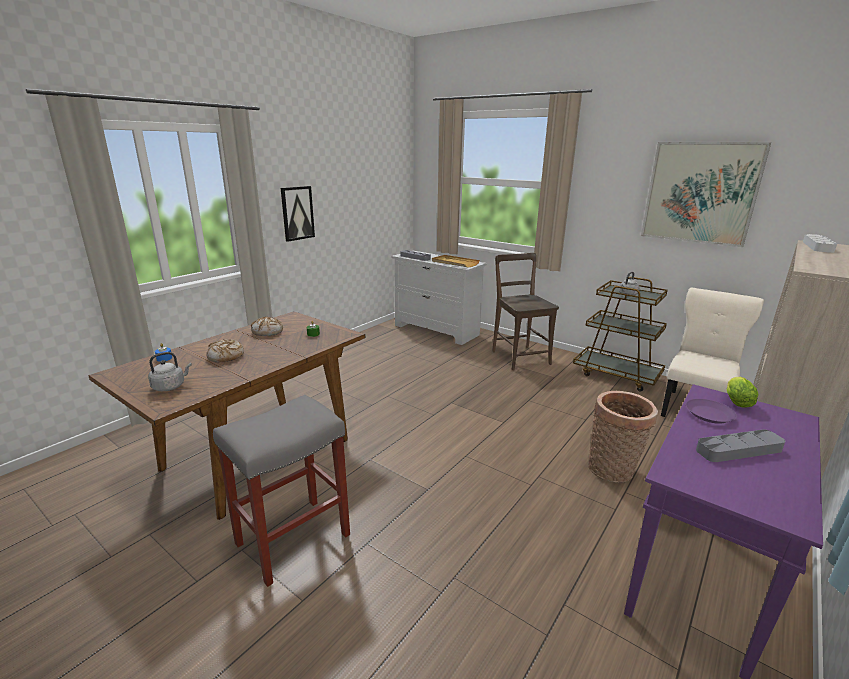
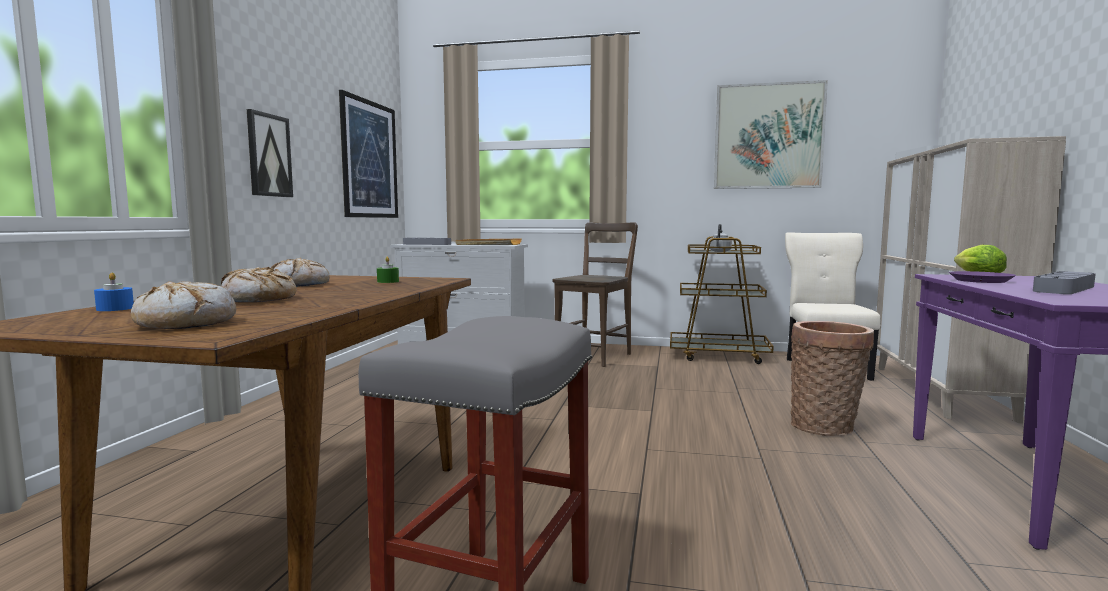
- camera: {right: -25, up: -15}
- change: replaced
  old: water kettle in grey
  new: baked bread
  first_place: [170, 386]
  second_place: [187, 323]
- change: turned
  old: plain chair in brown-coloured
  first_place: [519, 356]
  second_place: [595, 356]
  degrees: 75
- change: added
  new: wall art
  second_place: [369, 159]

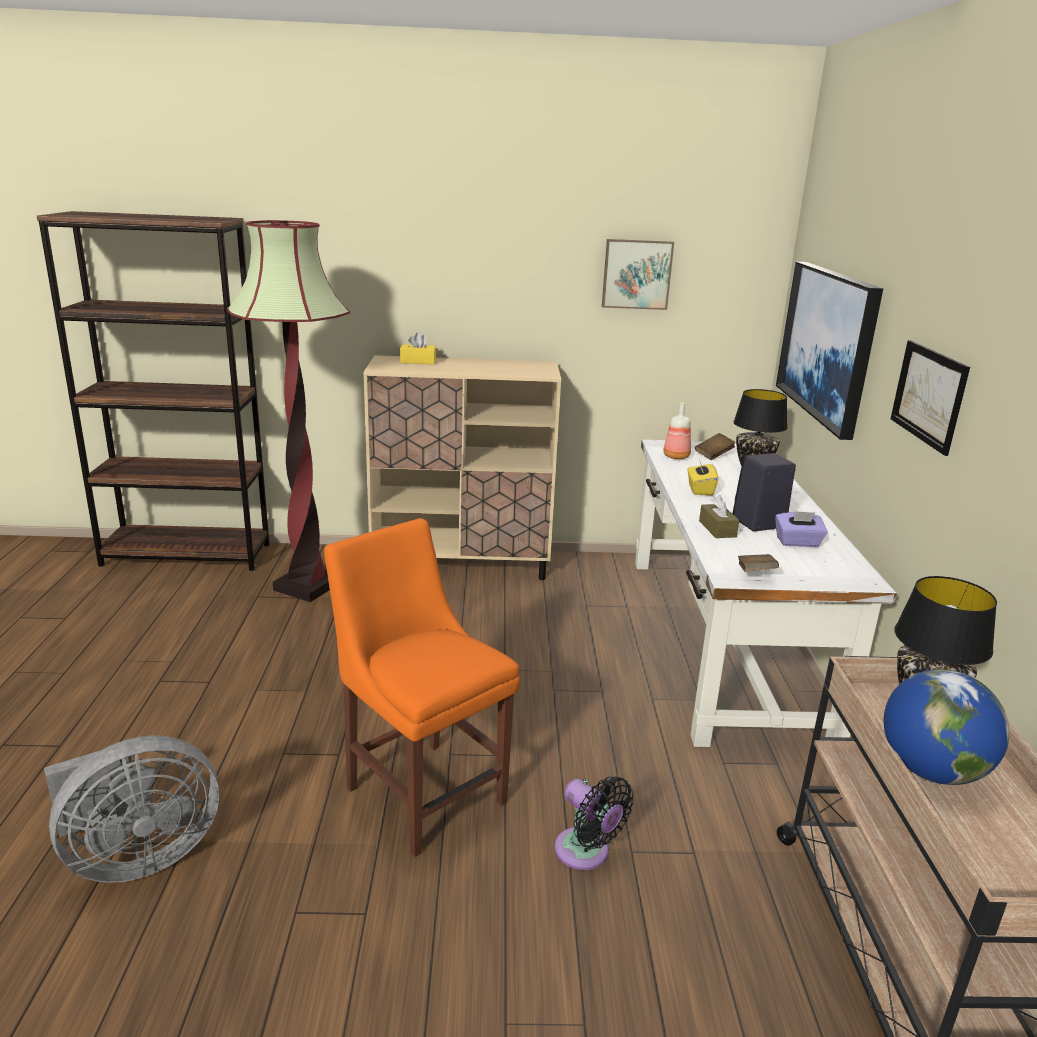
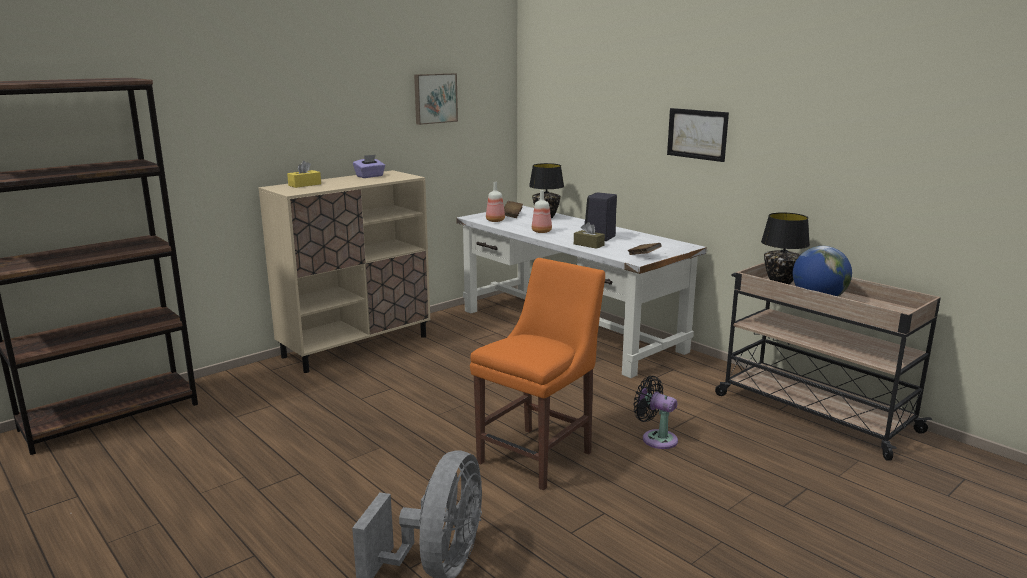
- camera: {right: -40, up: -5}
- change: removed
  old: standard lamp
  first_place: [307, 586]
- change: turned
  old: plain chair in orange-coloured
  first_place: [422, 790]
  second_place: [539, 455]
  degrees: 120
- change: turned
  old: cooling fan in black
  first_place: [586, 853]
  second_place: [656, 438]
  degrees: -150
- change: replaced
  old: tissue box in yellowish
  new: bottle
  first_place: [700, 489]
  second_place: [542, 231]
- change: moved
  old: tissue box in purple-coloured
  first_place: [798, 542]
  second_place: [370, 176]
- change: removed
  old: wall art
  first_place: [828, 344]

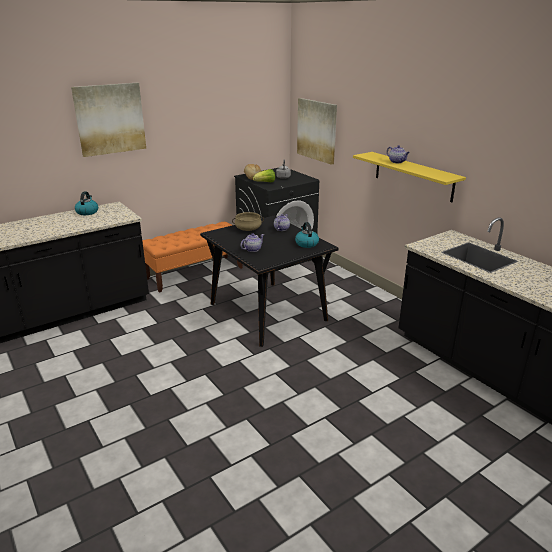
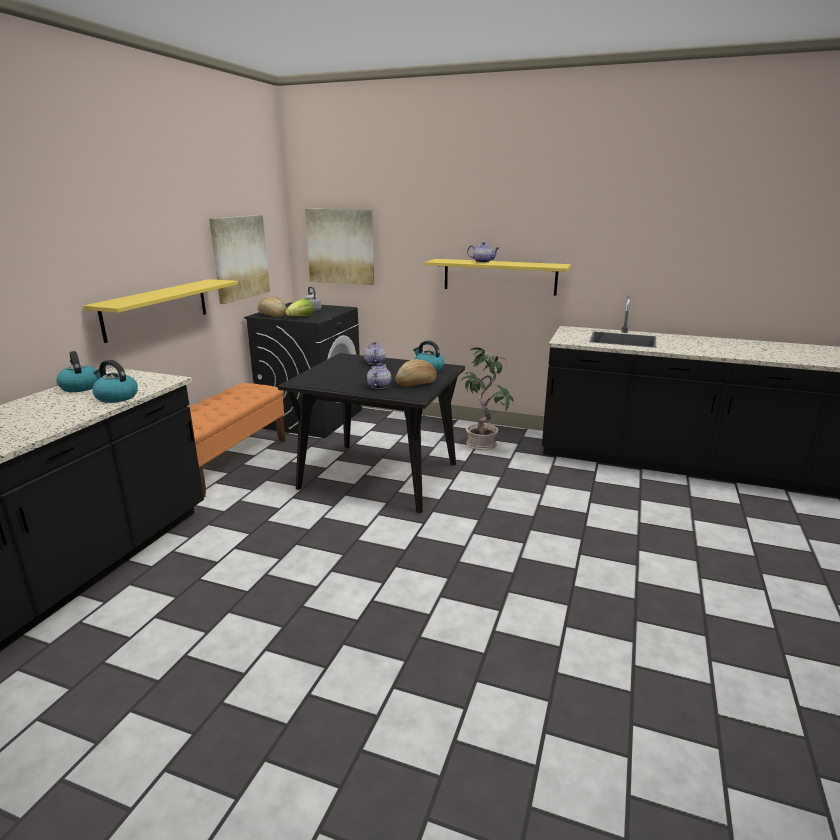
- camera: {right: -35, up: -5}
- change: moved
  old: wall art
  first_place: [110, 119]
  second_place: [239, 258]
- change: removed
  old: saucepot in beige-coloured
  first_place: [248, 229]
- change: added
  new: wall shelf in yellowish
  second_place: [156, 309]
- change: added
  new: water kettle
  second_place: [116, 397]
- change: added
  new: baked bread
  second_place: [416, 383]
- change: added
  new: potted plant
  second_place: [483, 444]

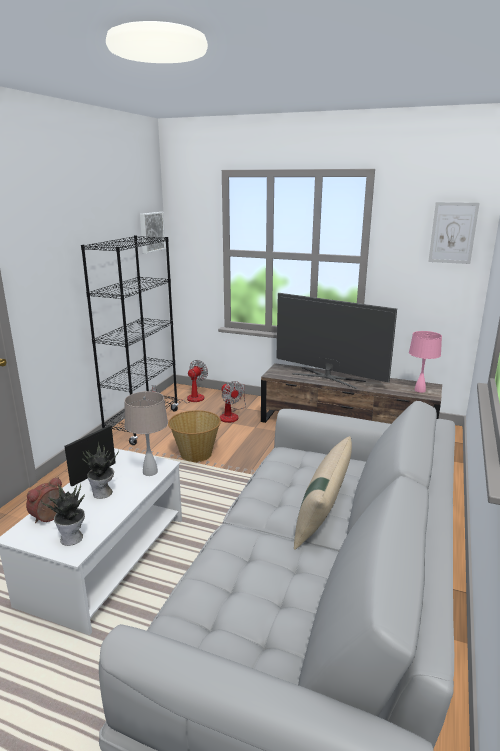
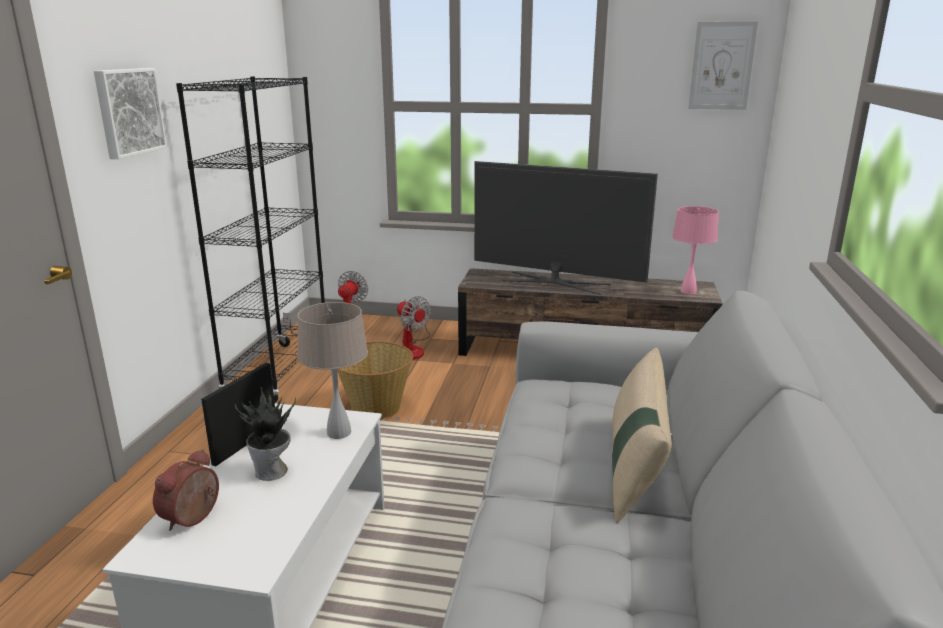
- camera: {right: -10, up: 0}
- change: removed
  old: potted plant
  first_place: [73, 538]
- change: moved
  old: wall art
  first_place: [151, 232]
  second_place: [128, 112]

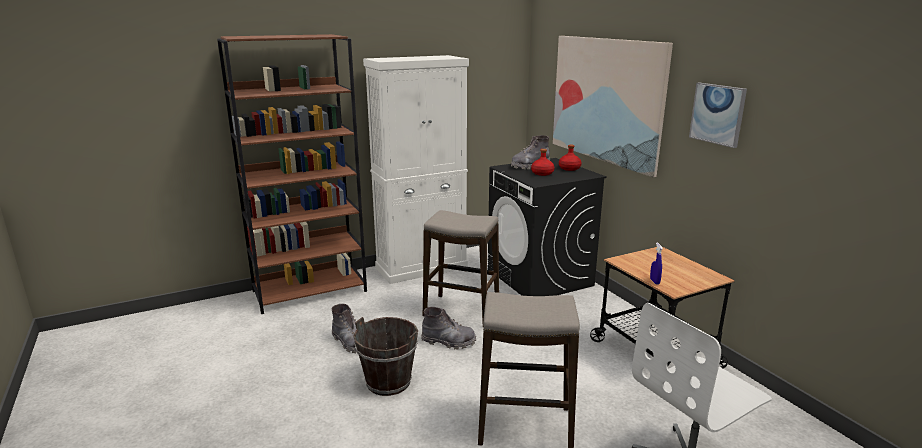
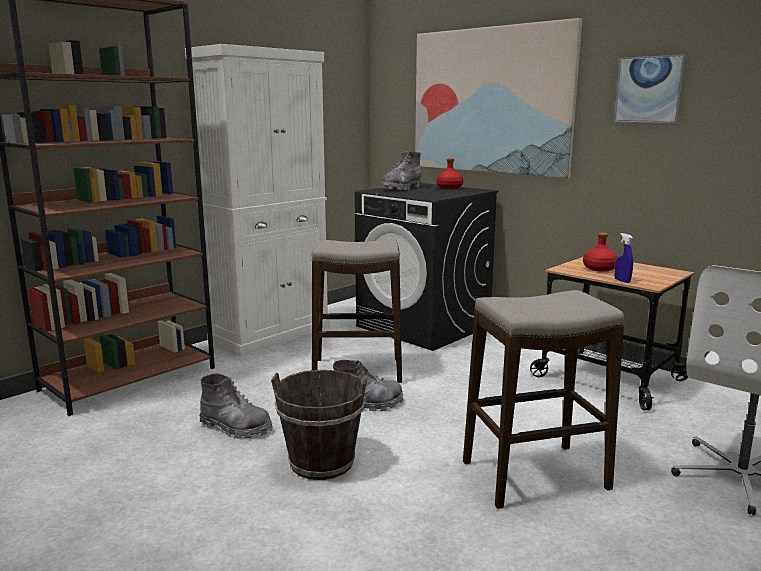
- camera: {right: -20, up: -5}
- change: moved
  old: bottle in red-coloured
  first_place: [542, 173]
  second_place: [599, 268]

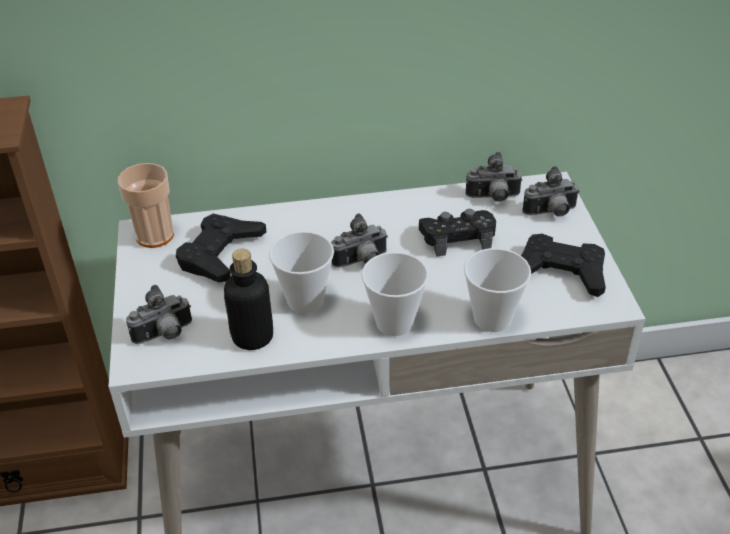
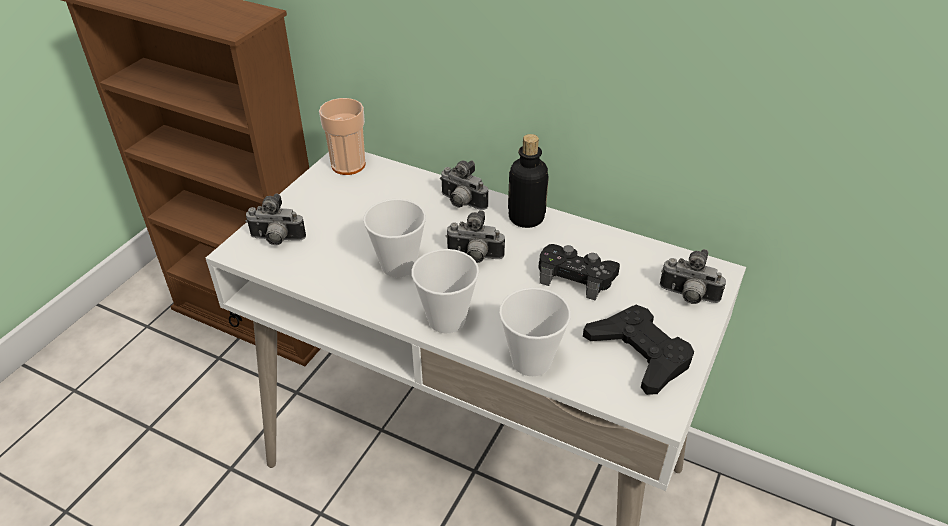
- camera: {right: 35, up: 0}
- change: removed
  old: joypad in black
  first_place: [220, 253]
- change: moved
  old: bottle
  first_place: [252, 336]
  second_place: [526, 218]
- change: moved
  old: still camera
  first_place: [493, 198]
  second_place: [461, 203]

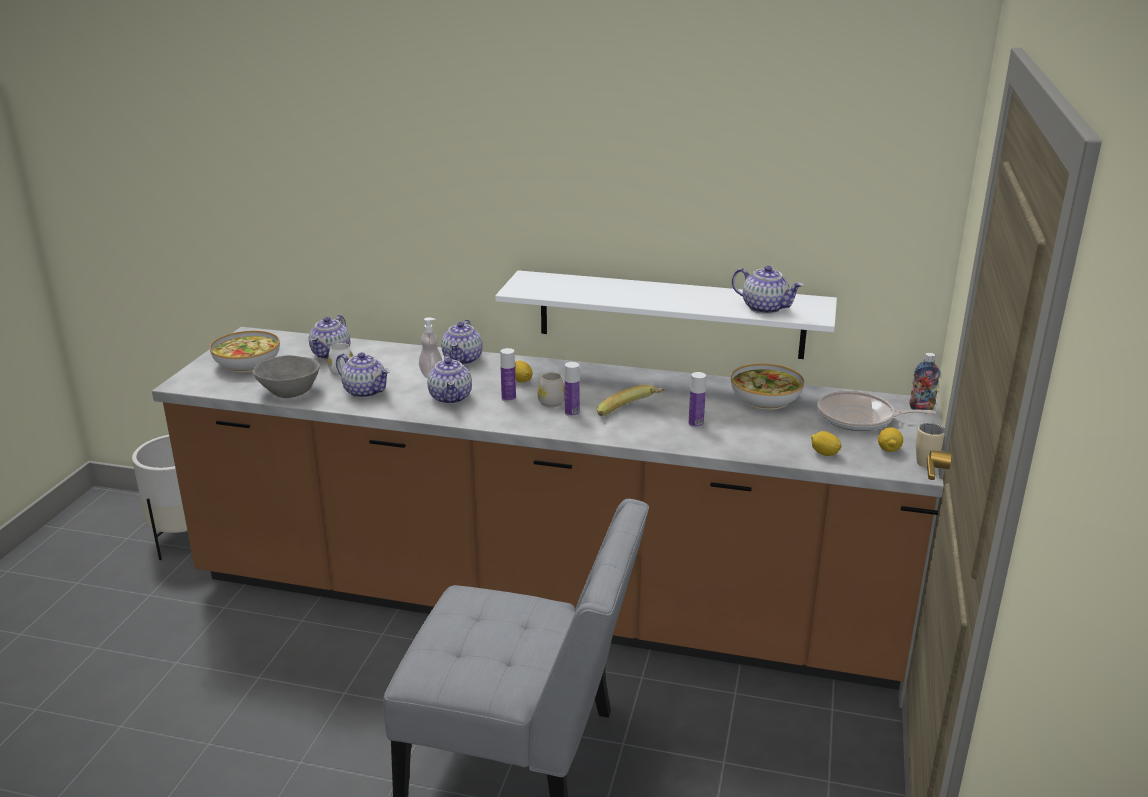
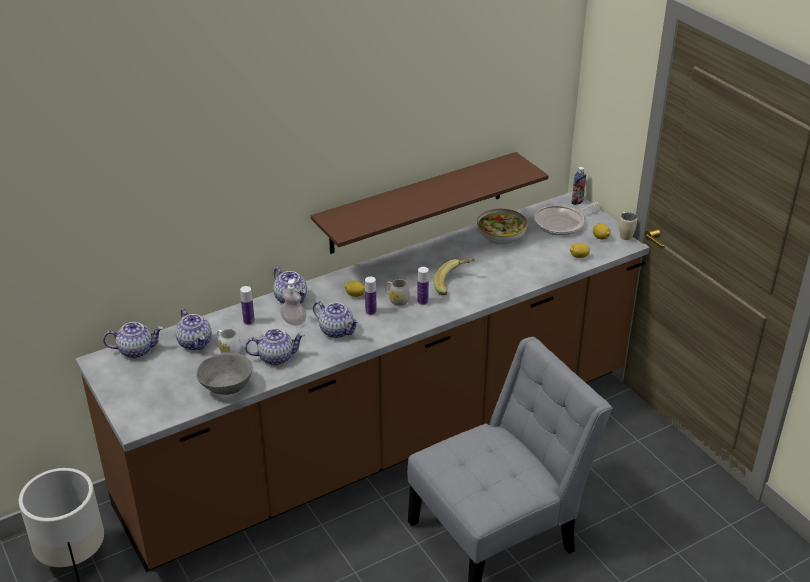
- camera: {right: -45, up: 10}
- change: removed
  old: deep dish
  first_place: [247, 363]
- change: recoloured
  old: wall shelf in whitish
  new: wall shelf in brown-coloured
  first_place: [670, 314]
  second_place: [417, 203]
- change: moved
  old: bottle
  first_place: [696, 424]
  second_place: [249, 321]
- change: moved
  old: teapot
  first_place: [765, 308]
  second_place: [136, 350]

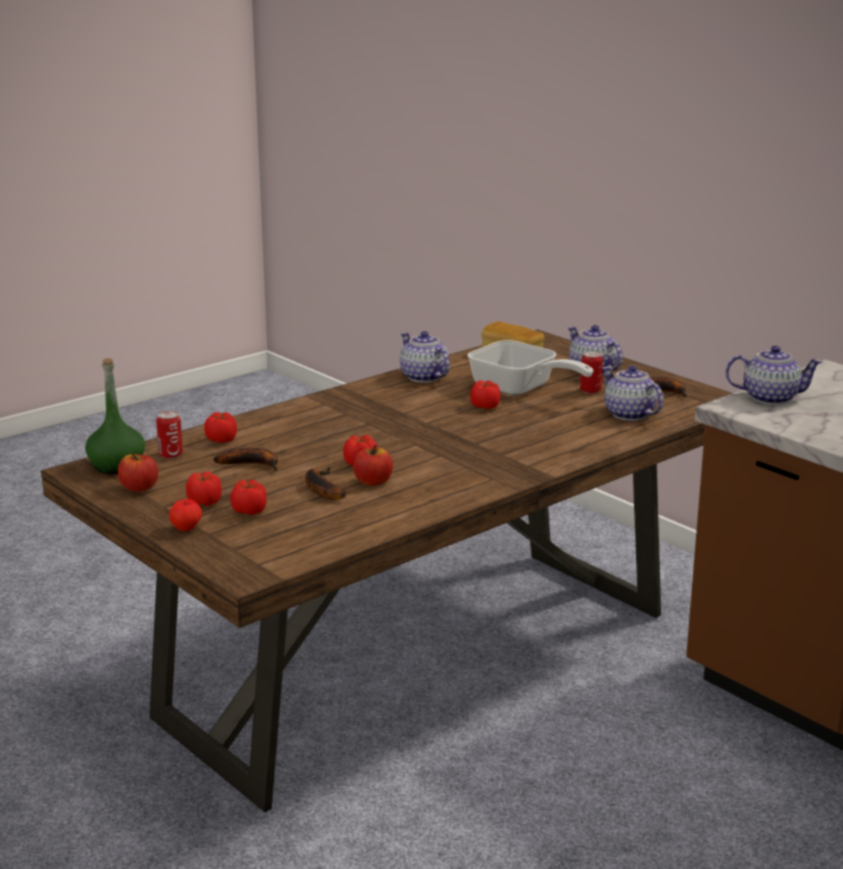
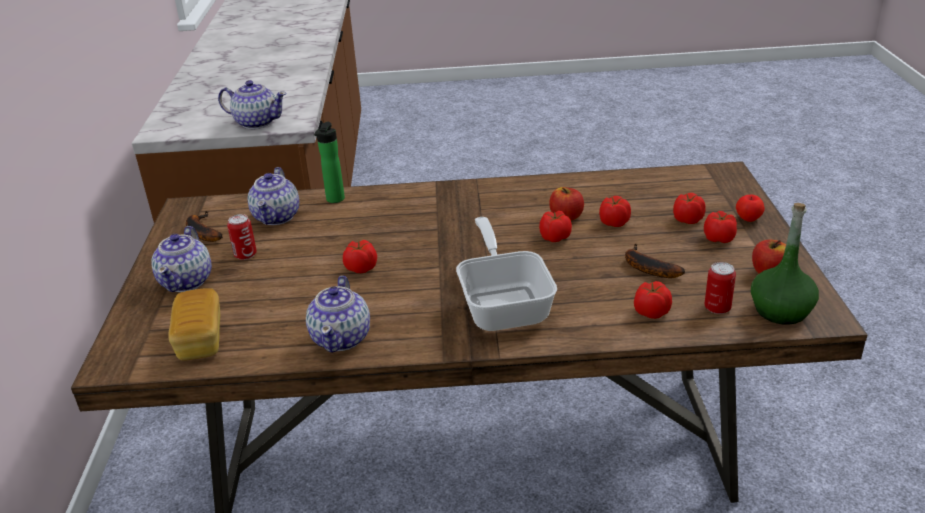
- camera: {right: -140, up: 10}
- change: replaced
  old: banana
  new: whole tomato
  first_place: [321, 489]
  second_place: [613, 223]
- change: moved
  old: skillet
  first_place: [519, 389]
  second_place: [504, 304]
- change: turned
  old: teapot
  first_place: [770, 398]
  second_place: [256, 122]
  degrees: 150
- change: added
  new: bottle
  second_place: [334, 200]

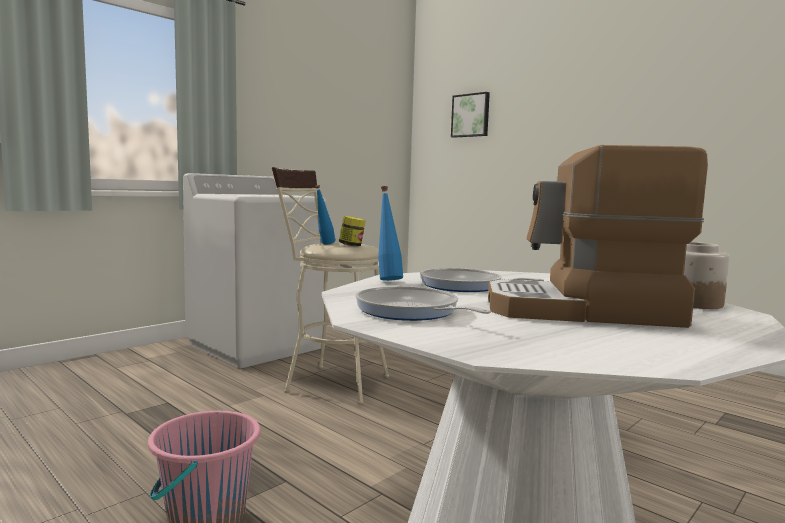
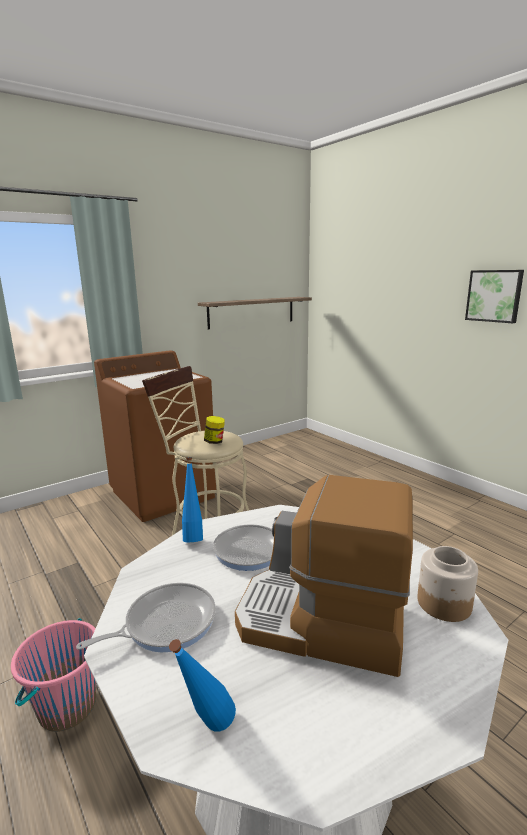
- camera: {right: 10, up: 10}
- change: recoloured
  old: washing machine in whitish
  new: washing machine in brown-coloured
  first_place: [257, 346]
  second_place: [164, 494]
- change: moved
  old: bottle in blue-coloured
  first_place: [324, 244]
  second_place: [207, 733]
- change: turned
  old: skillet
  first_place: [410, 311]
  second_place: [165, 623]
  degrees: 90
- change: moved
  old: wall art
  first_place: [471, 115]
  second_place: [494, 296]
- change: added
  new: wall shelf
  second_place: [252, 312]

